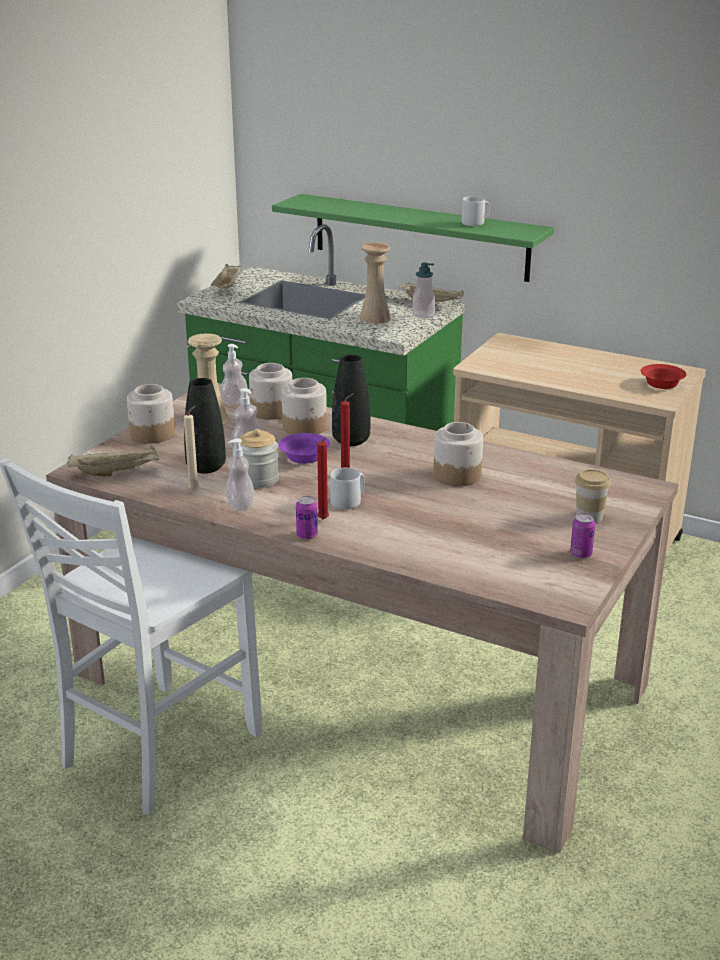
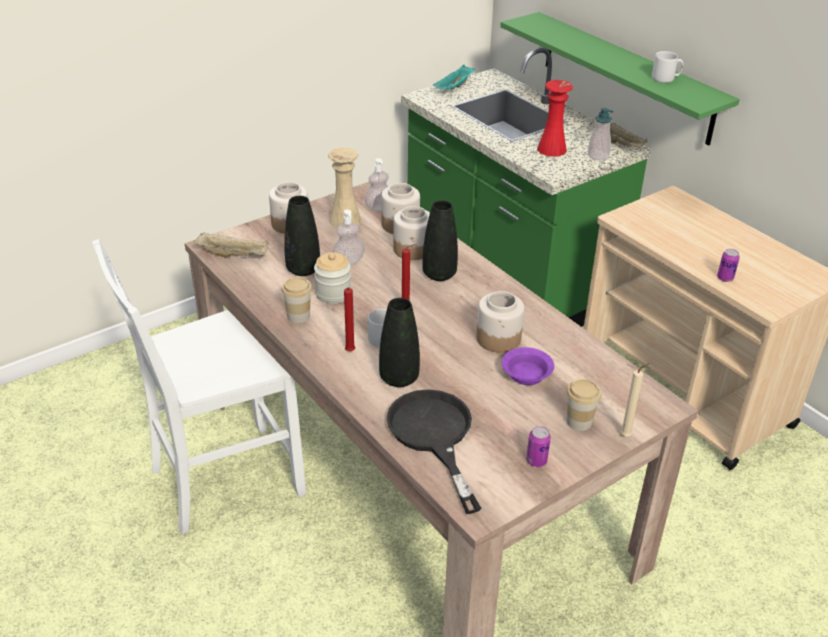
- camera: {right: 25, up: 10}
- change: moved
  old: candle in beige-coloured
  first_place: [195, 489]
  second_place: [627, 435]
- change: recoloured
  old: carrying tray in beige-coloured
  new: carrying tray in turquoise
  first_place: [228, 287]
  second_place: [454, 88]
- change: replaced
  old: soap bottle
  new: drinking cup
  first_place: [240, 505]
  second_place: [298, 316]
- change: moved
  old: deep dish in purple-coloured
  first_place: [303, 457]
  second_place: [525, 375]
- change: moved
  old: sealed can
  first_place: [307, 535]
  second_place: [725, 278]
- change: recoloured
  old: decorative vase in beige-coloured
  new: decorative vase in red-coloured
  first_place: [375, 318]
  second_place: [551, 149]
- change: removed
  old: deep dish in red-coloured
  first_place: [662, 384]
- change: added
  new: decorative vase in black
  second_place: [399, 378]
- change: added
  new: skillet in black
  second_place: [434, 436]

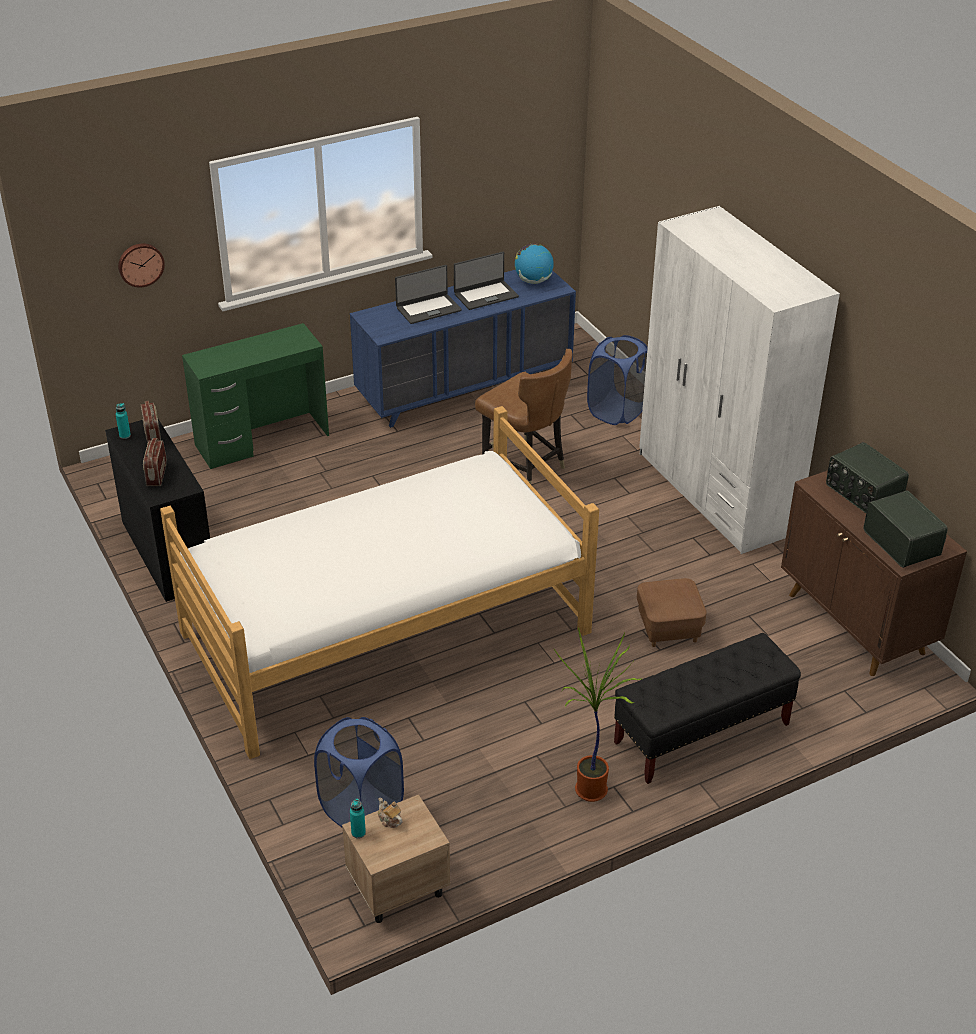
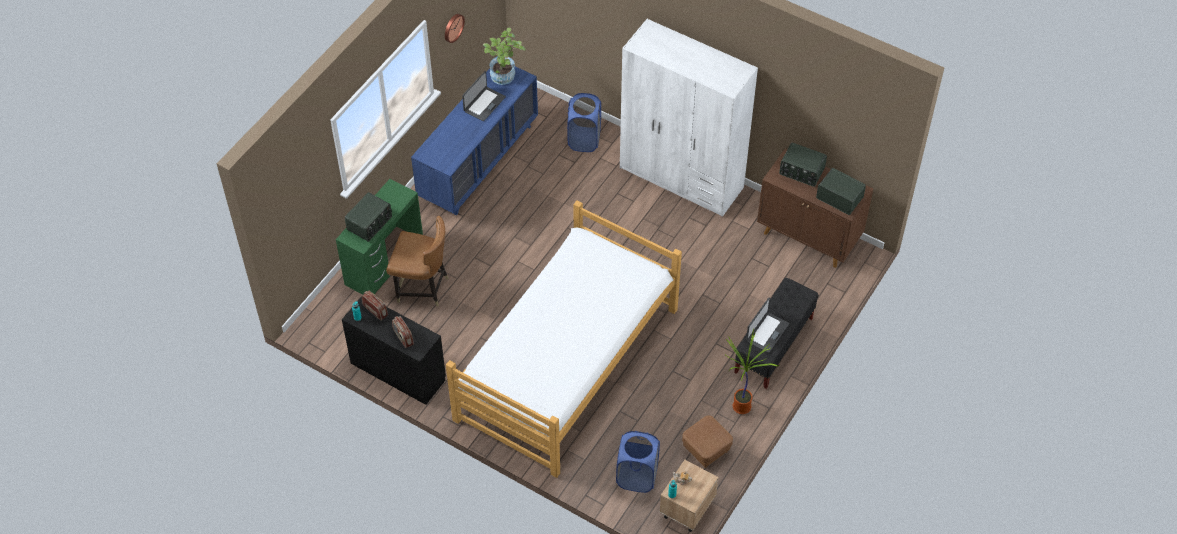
- camera: {right: -30, up: 15}
- change: moved
  old: wall clock
  first_place: [140, 264]
  second_place: [453, 27]
- change: moved
  old: laptop
  first_place: [428, 309]
  second_place: [766, 332]
- change: moved
  old: plain chair in brown-coloured
  first_place: [524, 466]
  second_place: [423, 288]
- change: replaced
  old: globe
  new: potted plant
  first_place: [533, 281]
  second_place: [504, 78]
- change: moved
  old: footrest in brown-coloured
  first_place: [668, 628]
  second_place: [706, 449]
- change: added
  new: radio
  second_place: [370, 224]

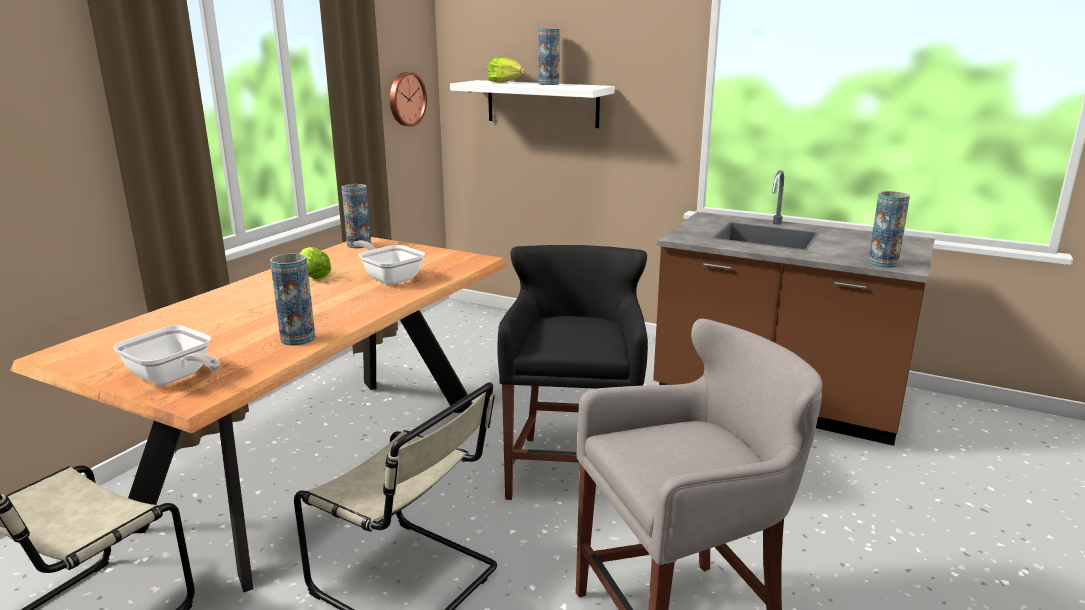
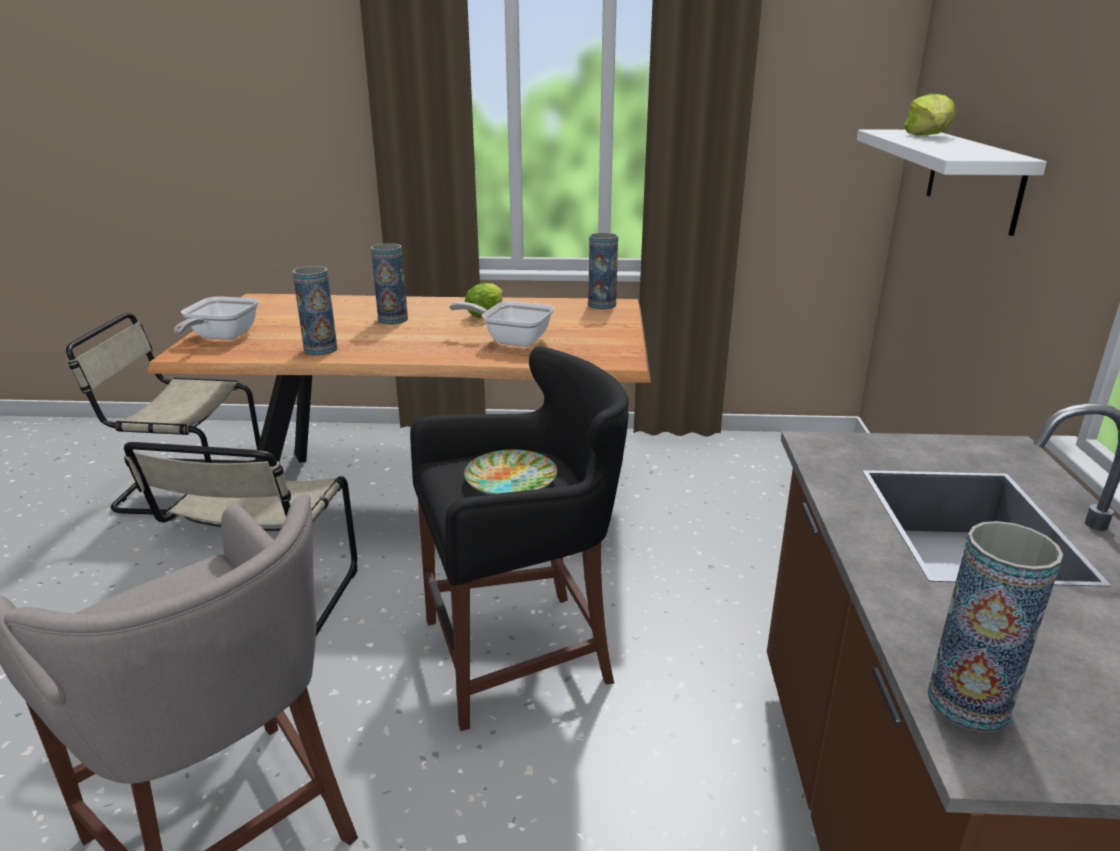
- camera: {right: 65, up: 5}
- change: turned
  old: skillet
  first_place: [390, 278]
  second_place: [511, 340]
  degrees: -90
- change: removed
  old: wall clock
  first_place: [406, 99]
- change: moved
  old: decorative vase
  first_place: [548, 84]
  second_place: [393, 319]
- change: added
  new: flat dish
  second_place: [511, 480]

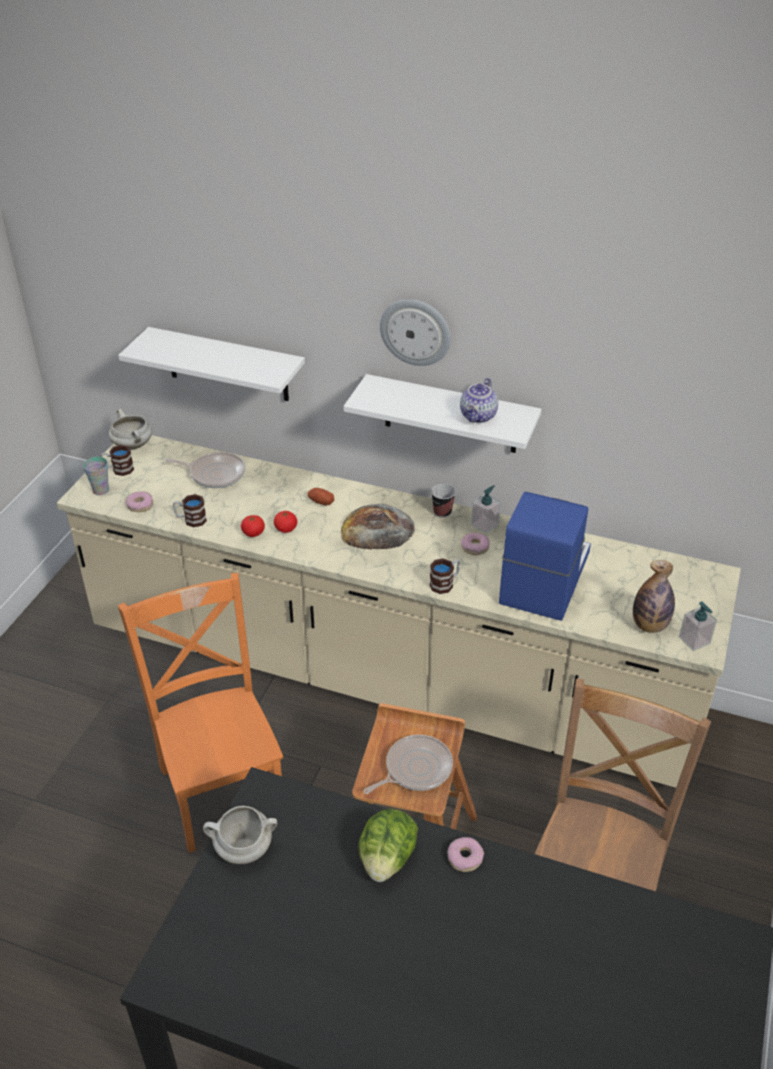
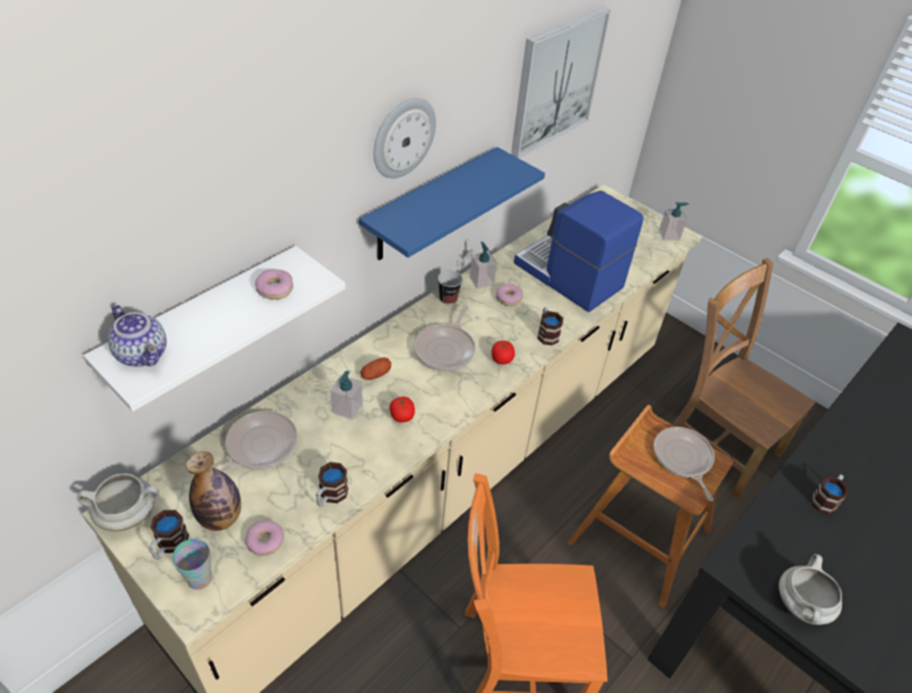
- camera: {right: -70, up: 5}
- change: moved
  old: whole tomato
  first_place: [253, 533]
  second_place: [501, 359]
- change: replaced
  old: baked bread
  new: skillet
  first_place: [377, 529]
  second_place: [446, 349]
- change: recoloured
  old: wall shelf in whitish
  new: wall shelf in blue-coloured
  first_place: [450, 414]
  second_place: [431, 205]
- change: replaced
  old: lettuce head
  new: tea mug
  first_place: [387, 859]
  second_place: [825, 500]
- change: moved
  old: ring doughnut
  first_place: [465, 858]
  second_place: [275, 289]
- change: moved
  old: teapot
  first_place: [479, 416]
  second_place: [144, 354]
- change: moved
  old: bottle
  first_place: [649, 625]
  second_place: [221, 518]
- change: added
  new: soap bottle
  second_place: [347, 408]
- change: added
  new: wall art
  second_place: [556, 82]

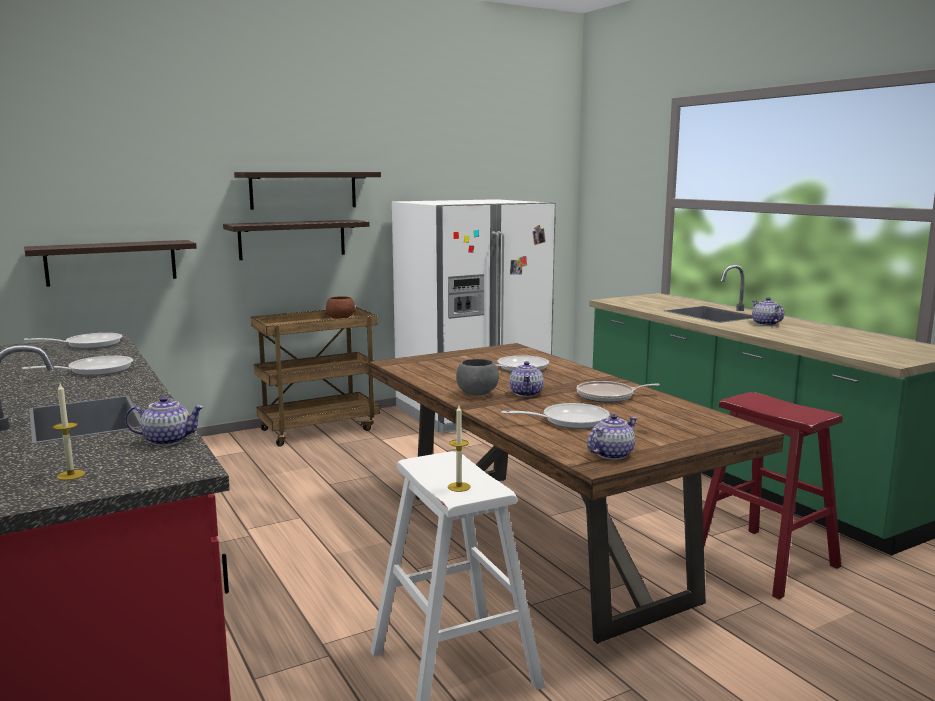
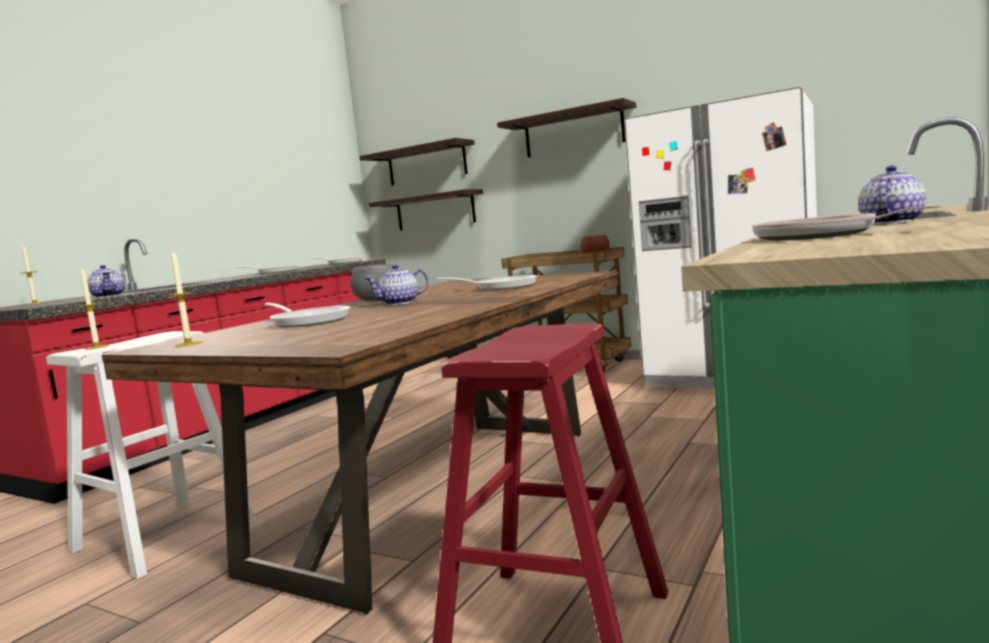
- camera: {right: 60, up: -5}
- change: moved
  old: wall shelf
  first_place: [292, 239]
  second_place: [426, 164]
- change: moved
  old: skillet
  first_place: [608, 396]
  second_place: [819, 236]
- change: replaced
  old: teapot
  new: candle
  first_place: [611, 454]
  second_place: [188, 344]

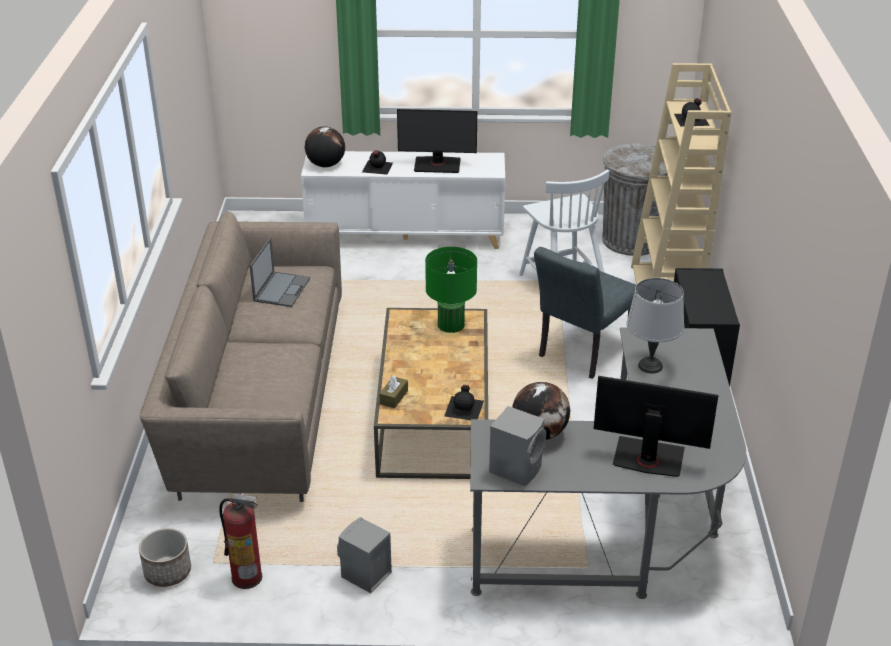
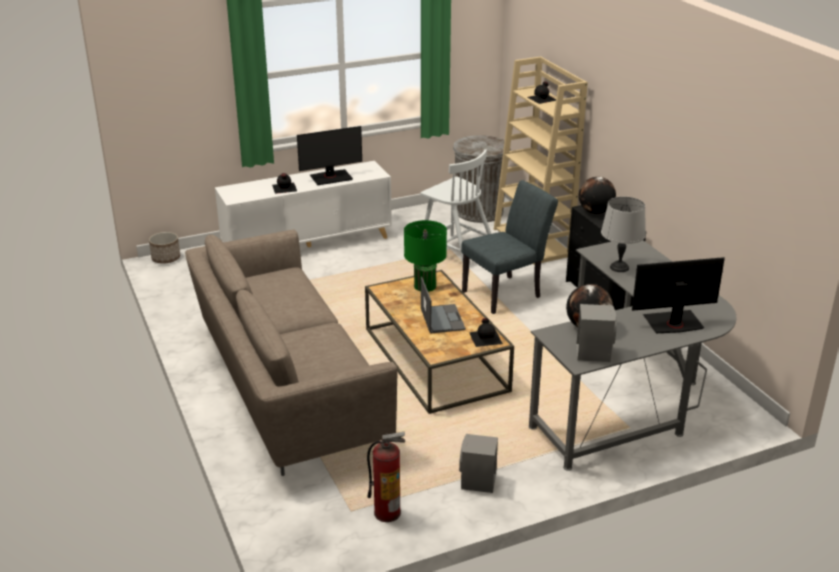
- camera: {right: -25, up: -5}
- change: moved
  old: plant pot
  first_place: [168, 572]
  second_place: [166, 258]
- change: moved
  old: laptop
  first_place: [282, 289]
  second_place: [442, 318]
- change: moved
  old: globe
  first_place: [325, 165]
  second_place: [595, 212]
- change: removed
  old: tissue box in brown-coloured
  first_place: [394, 397]
- change: turned
  old: plain chair in grey
  first_place: [580, 353]
  second_place: [506, 293]
  degrees: -135

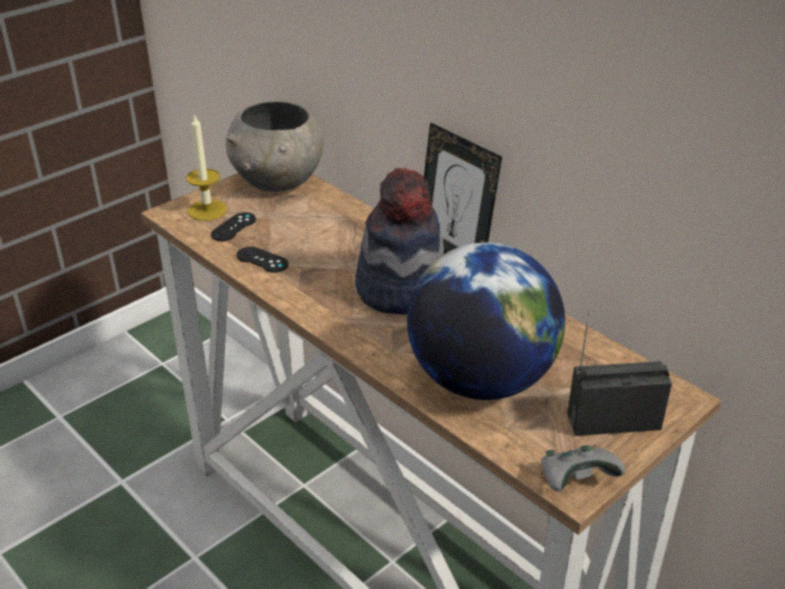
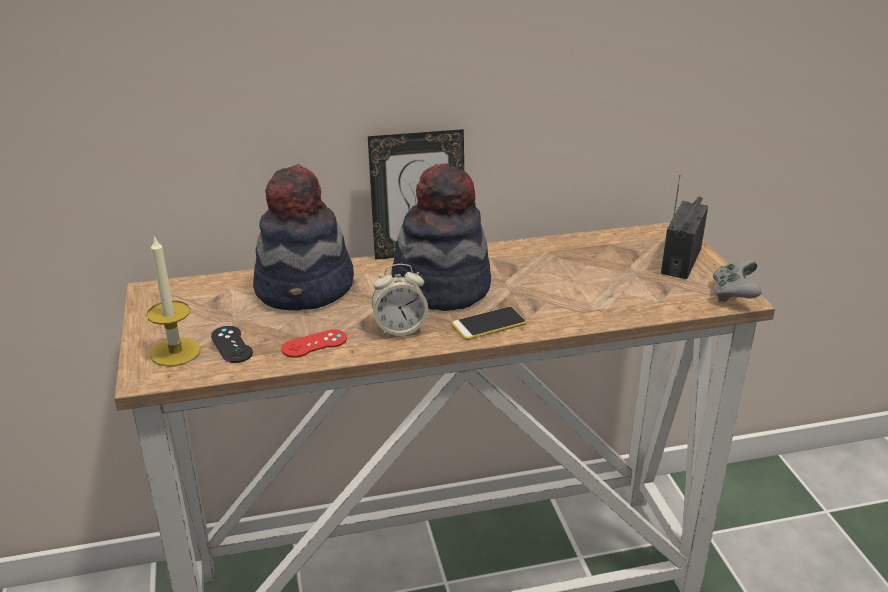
- camera: {right: -60, up: -5}
- change: removed
  old: deep dish in grey
  first_place: [278, 183]
- change: recoloured
  old: joypad in black
  new: joypad in red-coloured
  first_place: [262, 260]
  second_place: [314, 344]
- change: removed
  old: globe
  first_place: [481, 380]
- change: added
  new: hat
  second_place: [306, 289]
- change: added
  new: bedside clock
  second_place: [400, 329]
- change: added
  new: phone
  second_place: [489, 324]

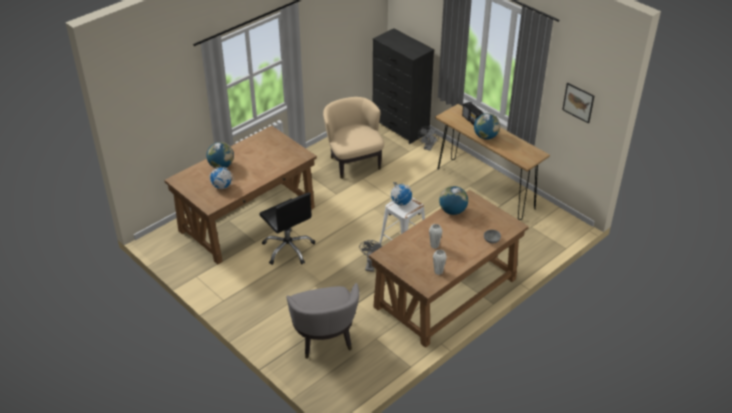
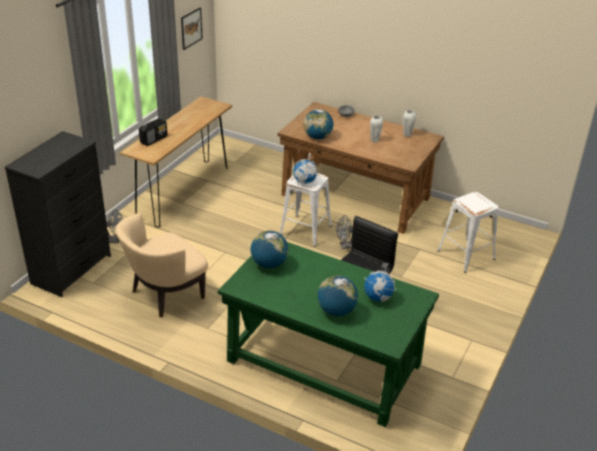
- camera: {right: -110, up: -5}
- change: recoloured
  old: desk unit in brown-coloured
  new: desk unit in green-coloured
  first_place: [247, 219]
  second_place: [324, 363]
- change: replaced
  old: easy chair in grey
  new: stool in whitish
  first_place: [324, 339]
  second_place: [466, 254]
- change: moved
  old: globe
  first_place: [485, 137]
  second_place: [269, 264]

